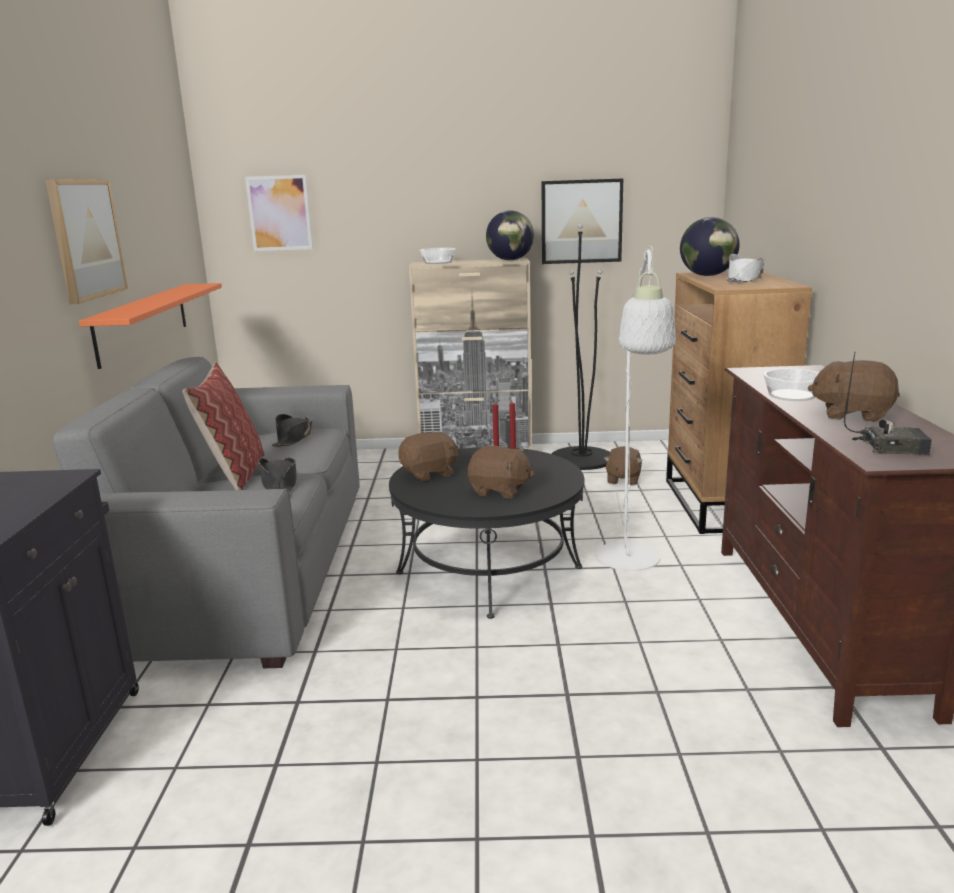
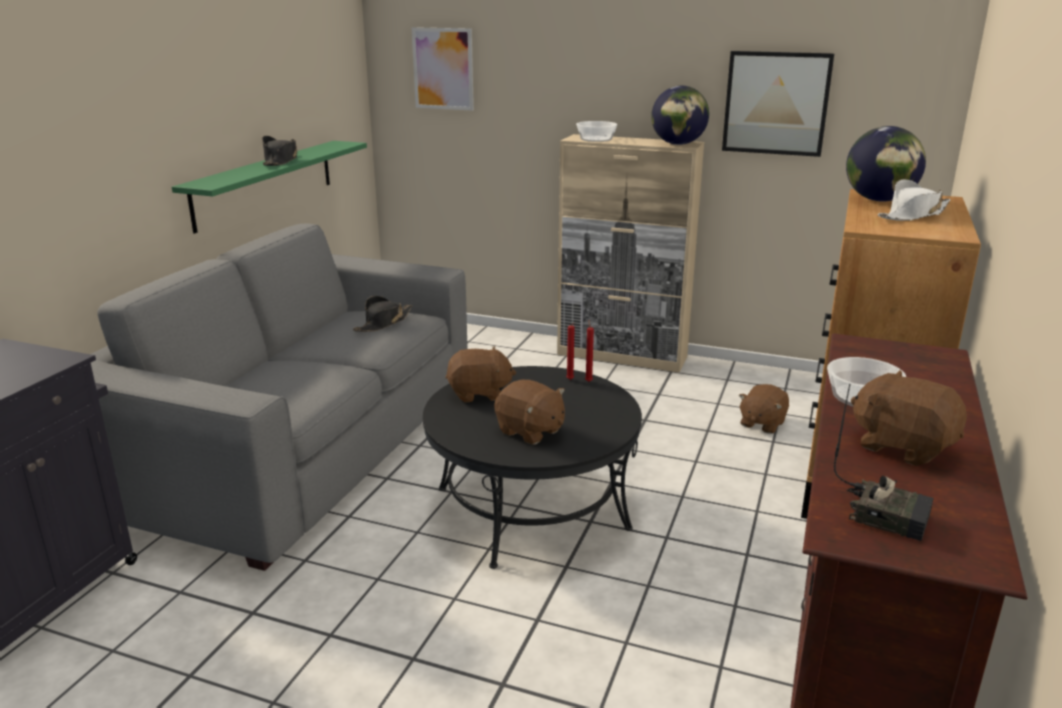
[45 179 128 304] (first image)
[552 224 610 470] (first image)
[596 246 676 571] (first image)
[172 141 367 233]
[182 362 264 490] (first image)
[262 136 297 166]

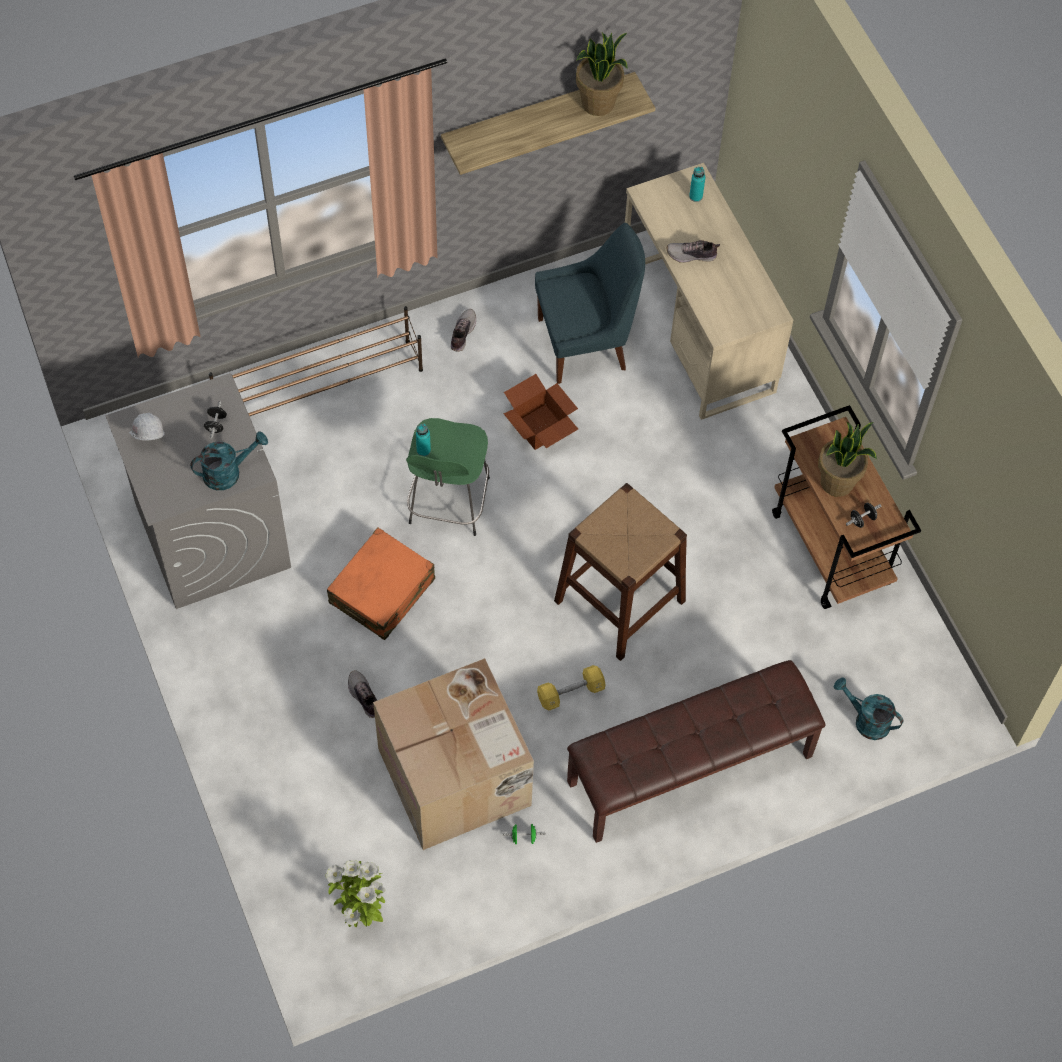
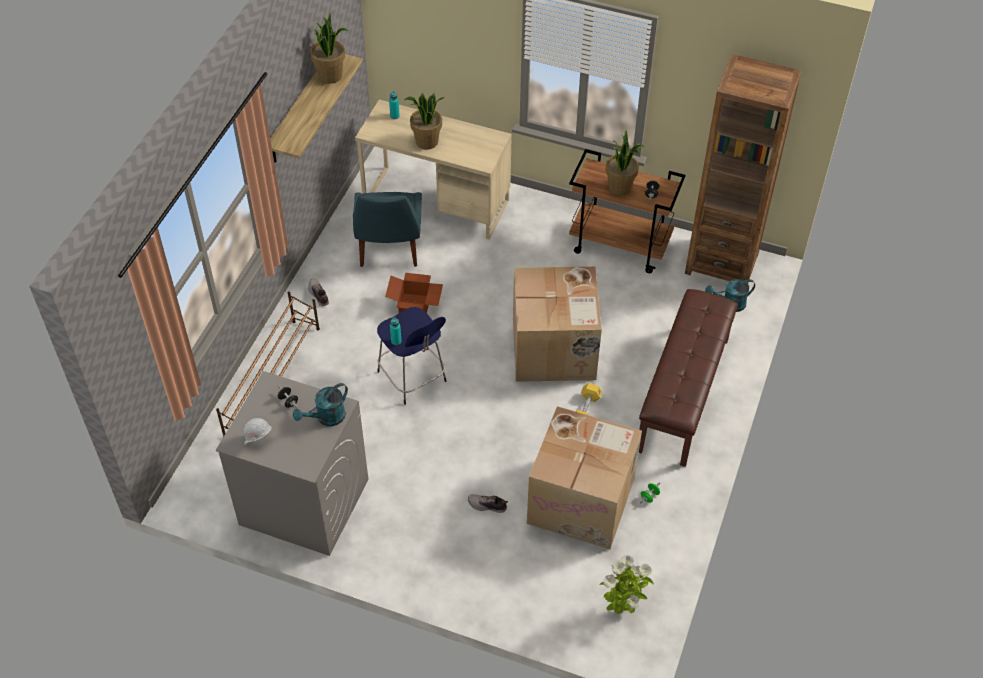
[353 192 422 267]
[404 93 445 150]
[377 307 446 405]
[293 383 348 426]
[513 266 602 382]
[327 528 435 640] (first image)
[685 54 802 283]

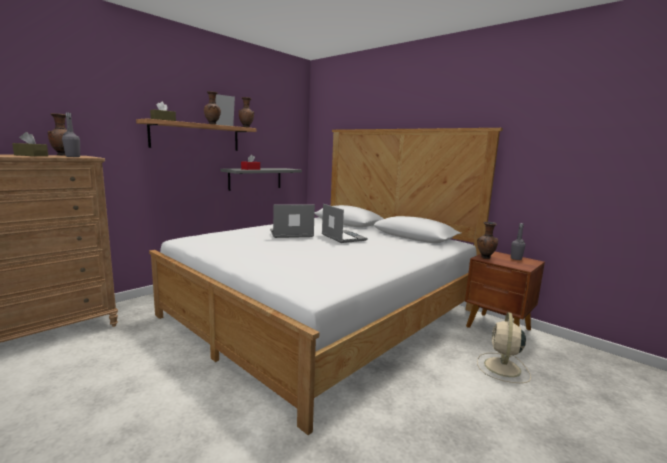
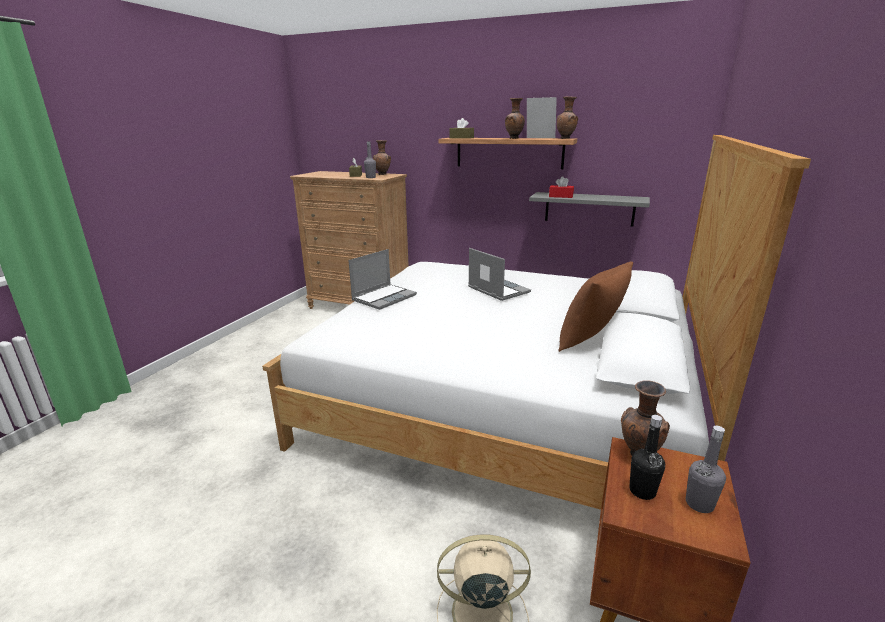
[348 249 417 310]
[558 261 633 352]
[629 415 665 500]

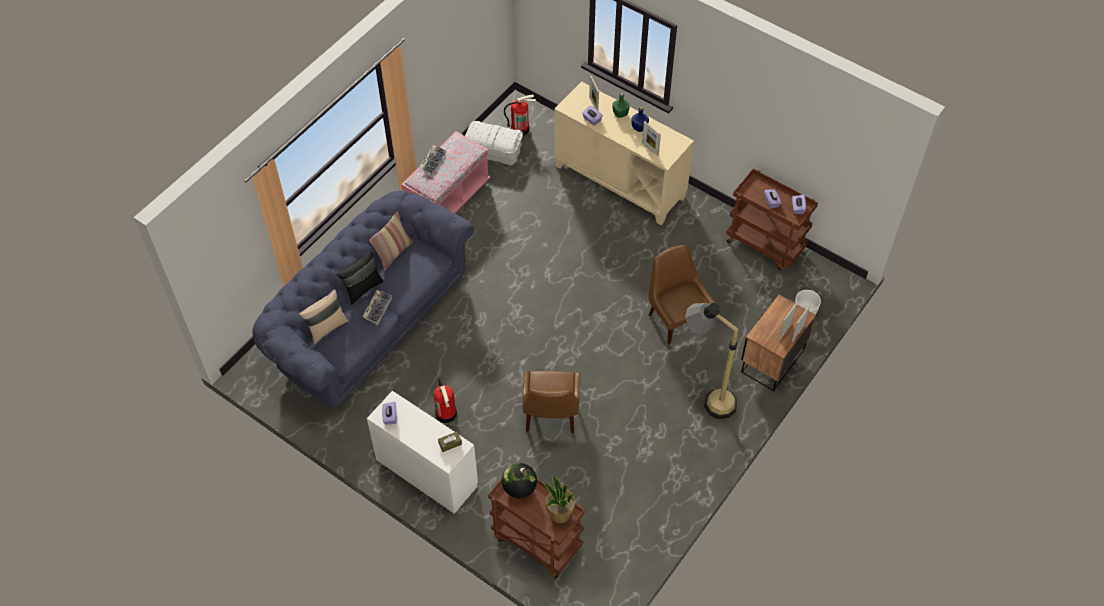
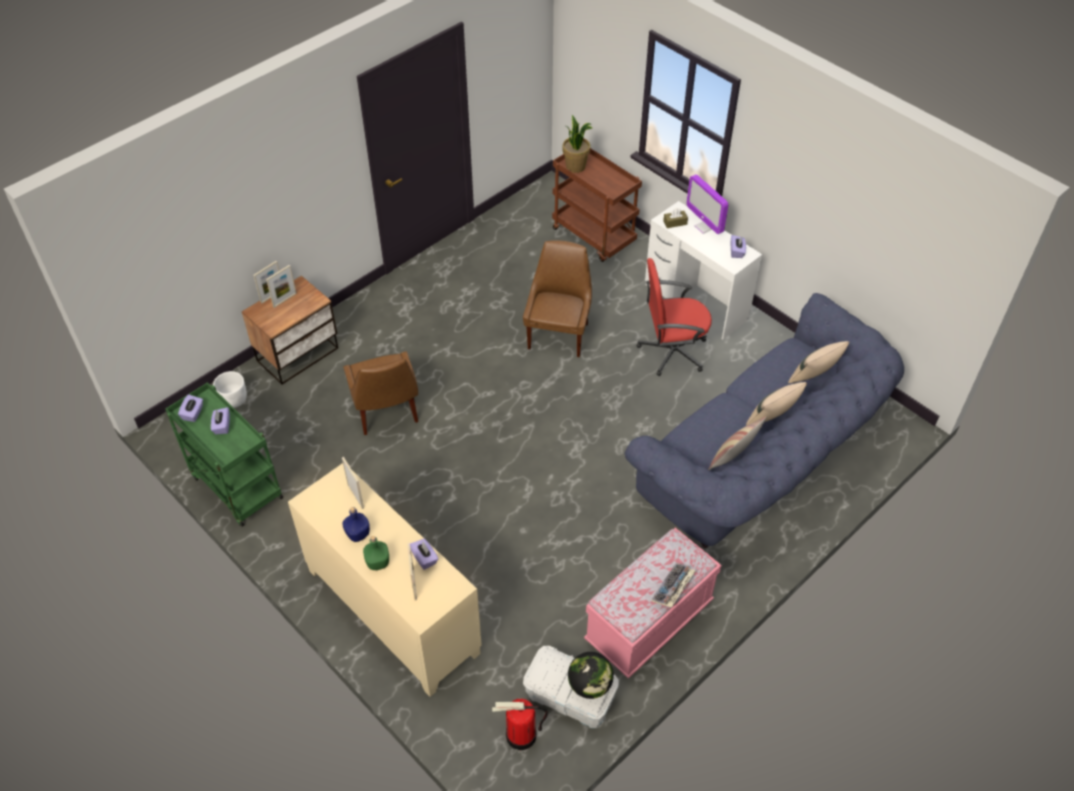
[165 382 283 527]
[746 382 807 426]
[362 290 392 325] (first image)
[685 303 738 419] (first image)
[637 258 712 376]
[568 652 614 699]
[686 174 728 234]

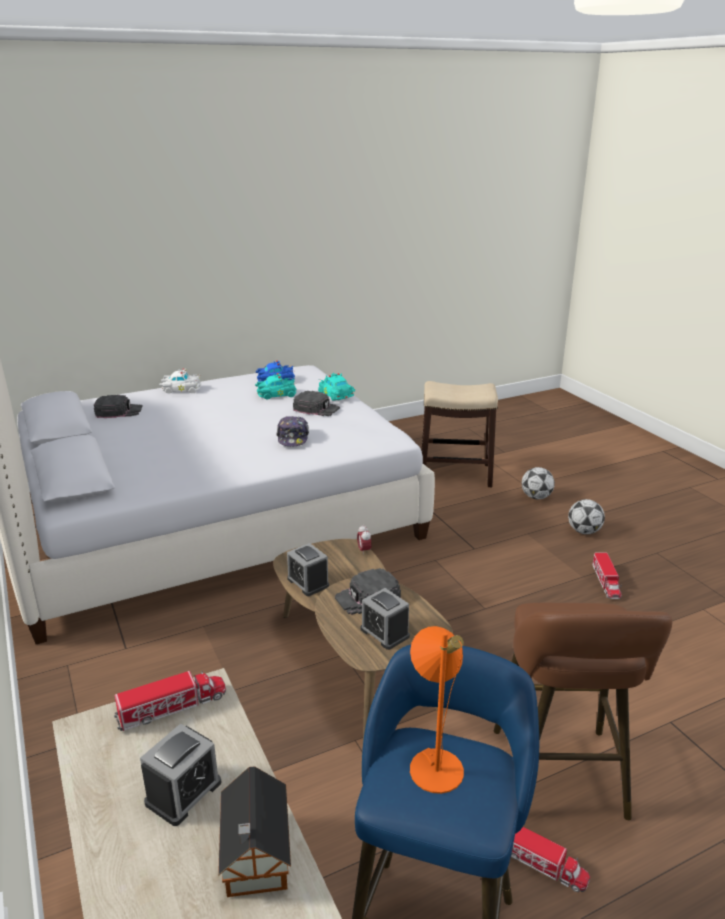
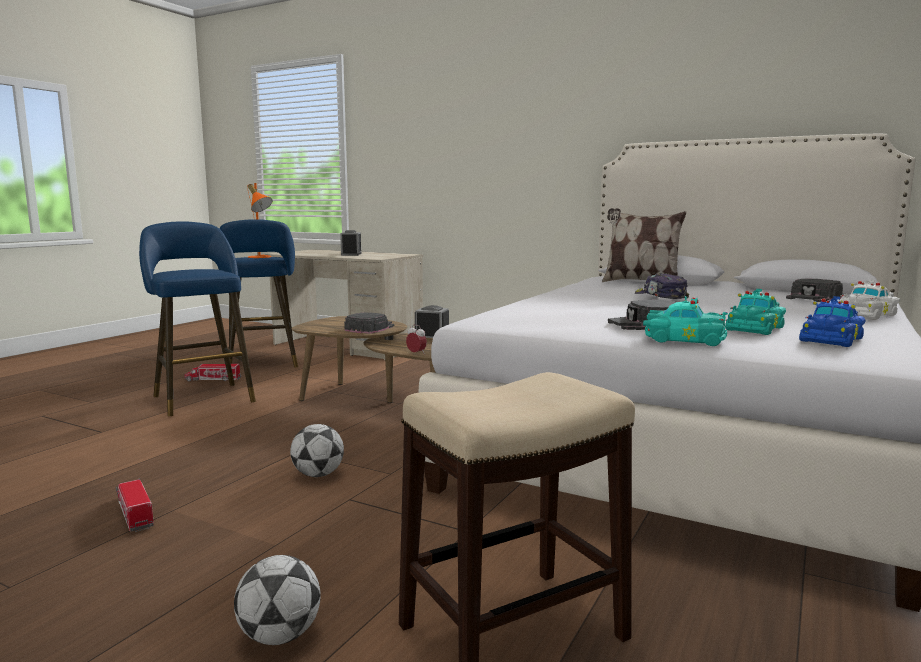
[635 273 689 299]
[290 424 344 477]
[361 588 410 650] (first image)
[139 221 256 416]
[114 671 226 731] (first image)
[218 766 291 897] (first image)
[602 208 686 282]

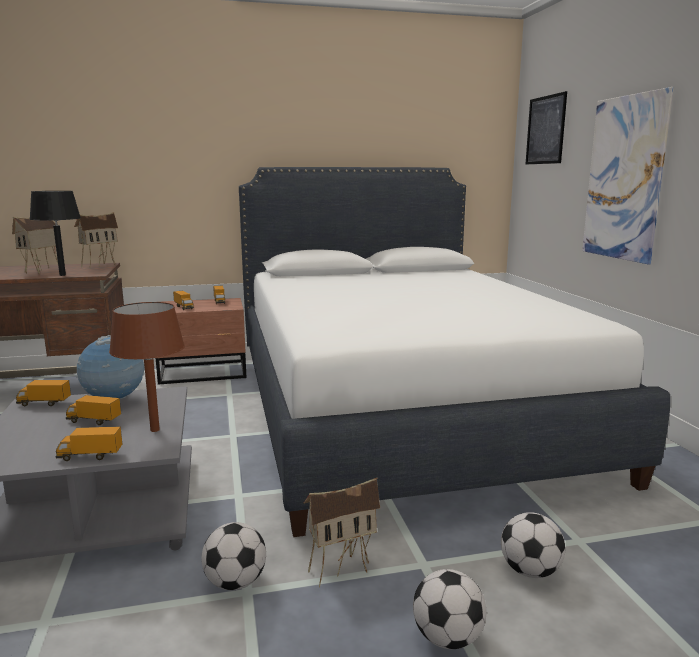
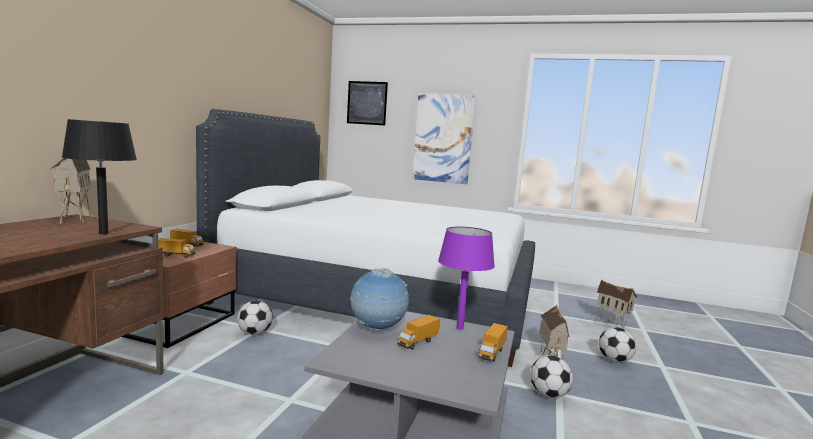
[594 279 638 329]
[438 227 495 330]
[16 380 71 406] (first image)
[237 300 273 335]

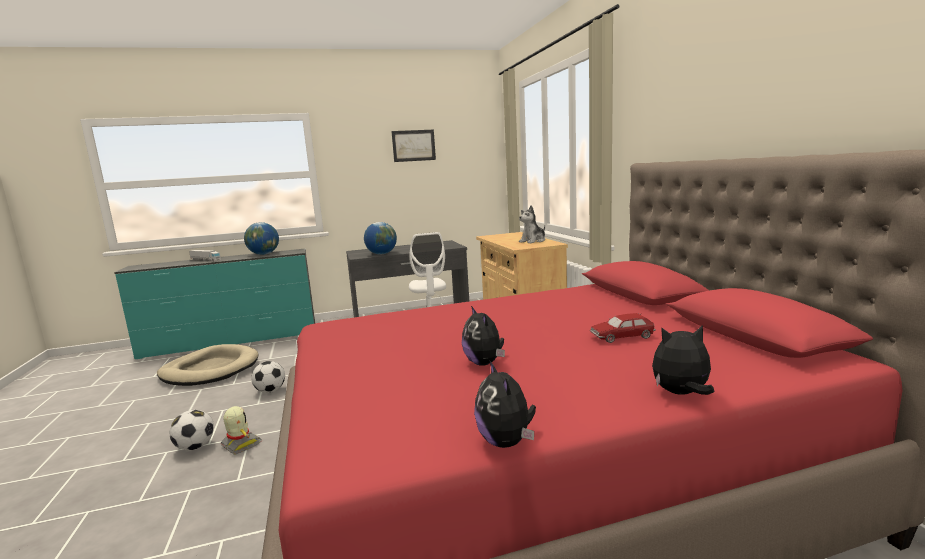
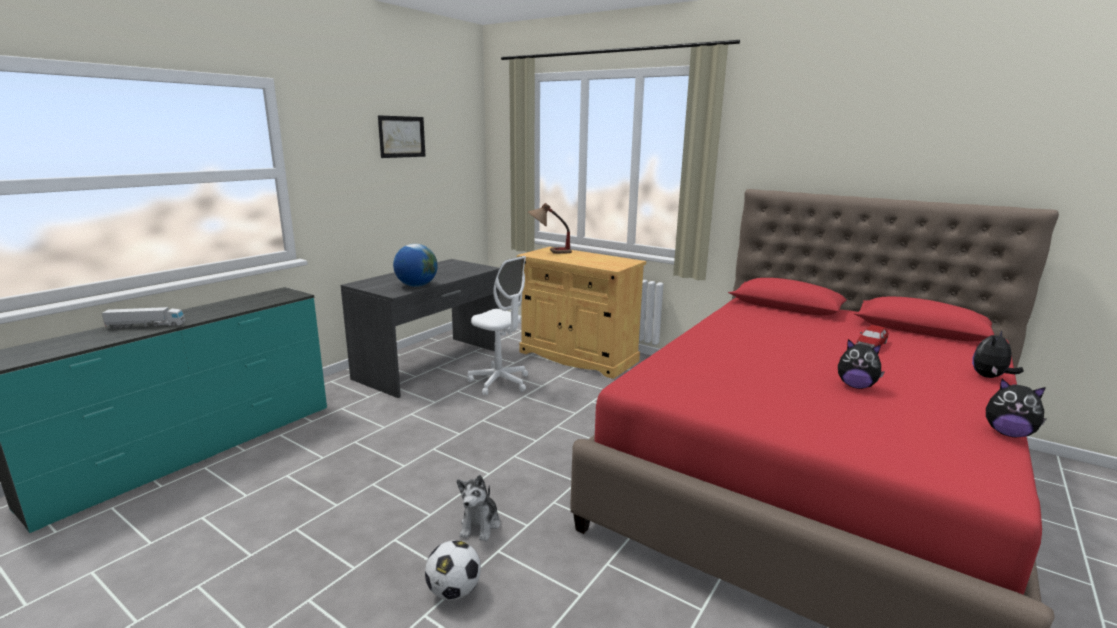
[457 475 500 541]
[244 222 279 255] (first image)
[157 344 259 386] (first image)
[251 361 285 393] (first image)
[221 406 262 455] (first image)
[528 203 572 254]

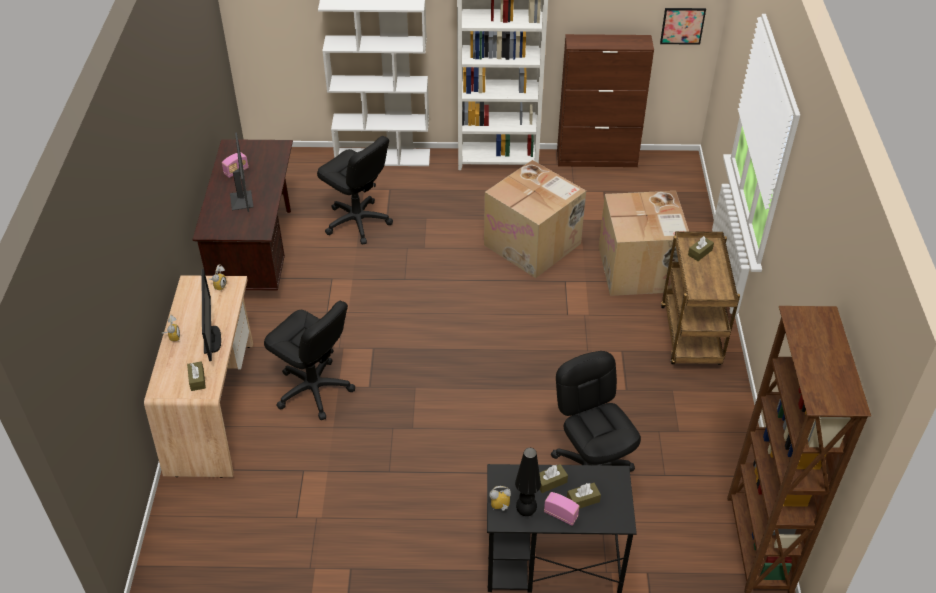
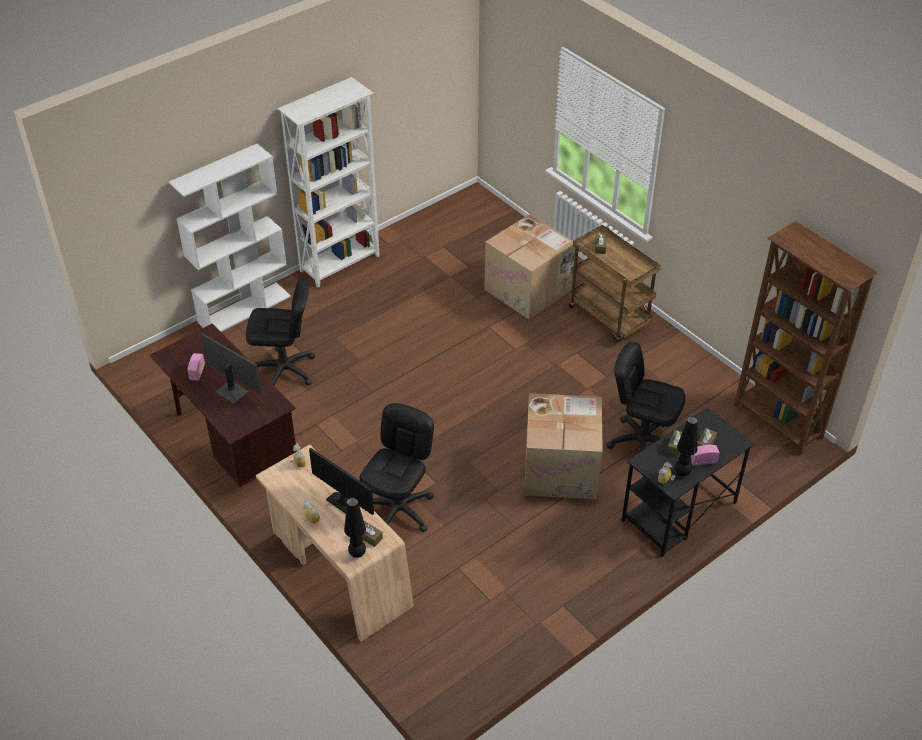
[660 8 706 45] (first image)
[557 34 654 167] (first image)
[524 393 603 499]
[360 403 434 532]
[344 498 366 558]

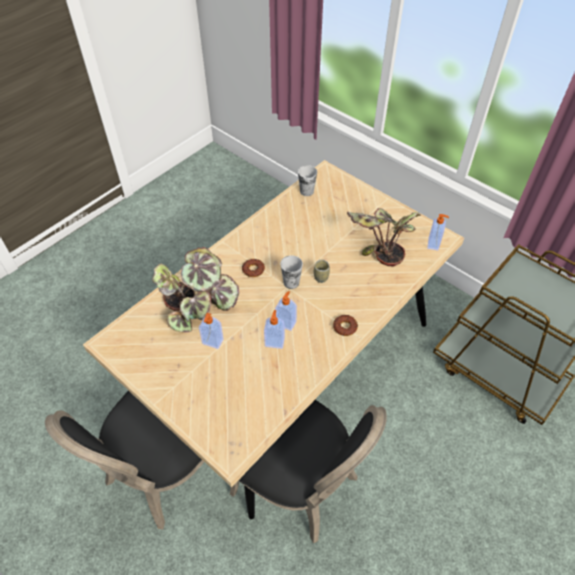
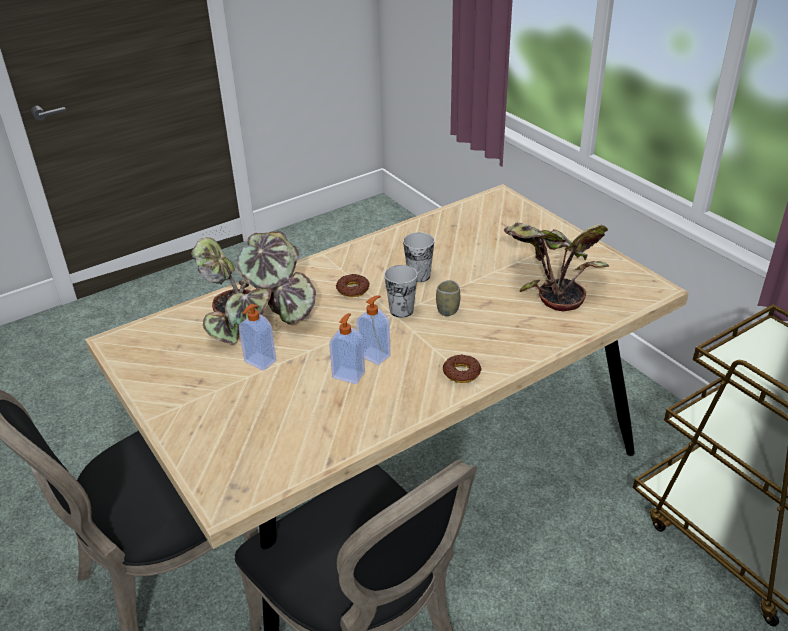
[403 232 435 282]
[427 214 449 250] (first image)

